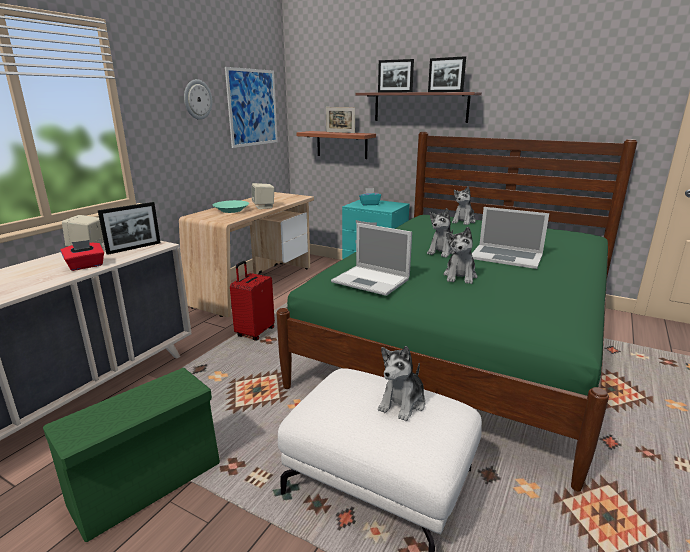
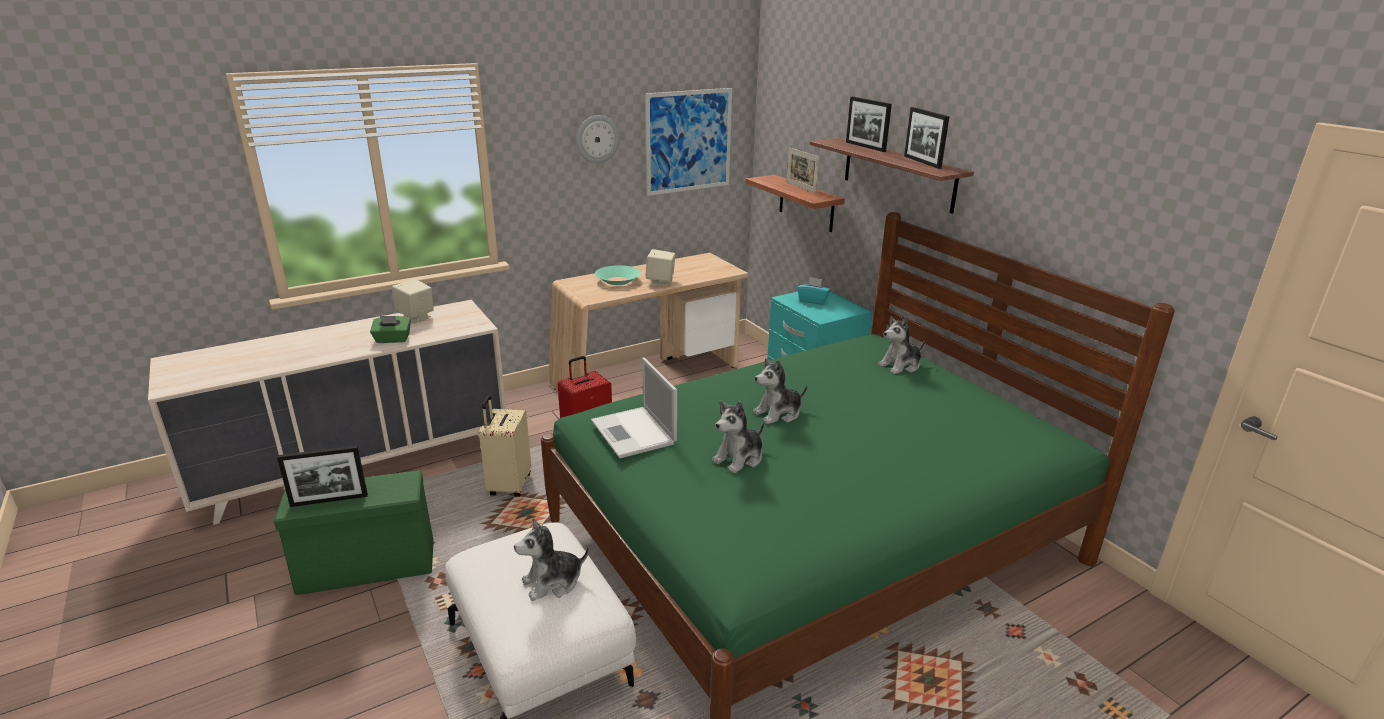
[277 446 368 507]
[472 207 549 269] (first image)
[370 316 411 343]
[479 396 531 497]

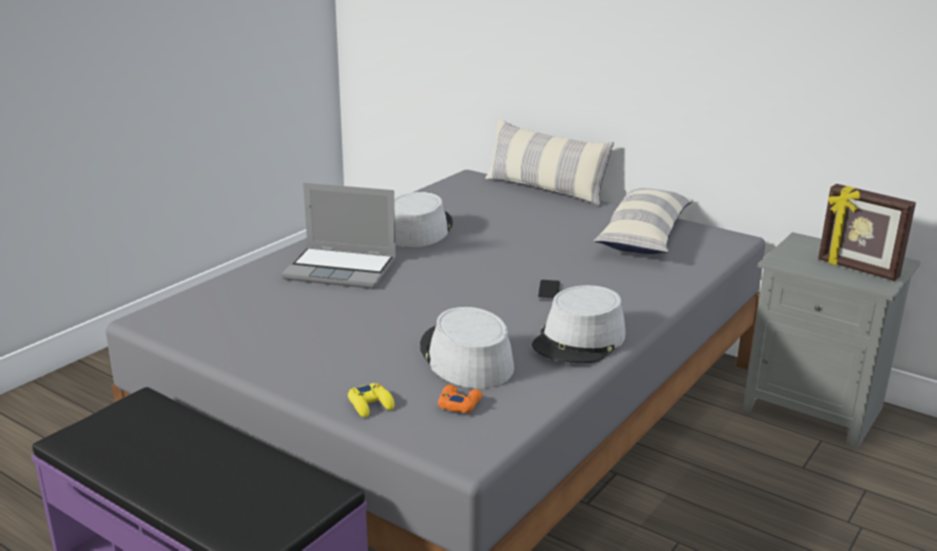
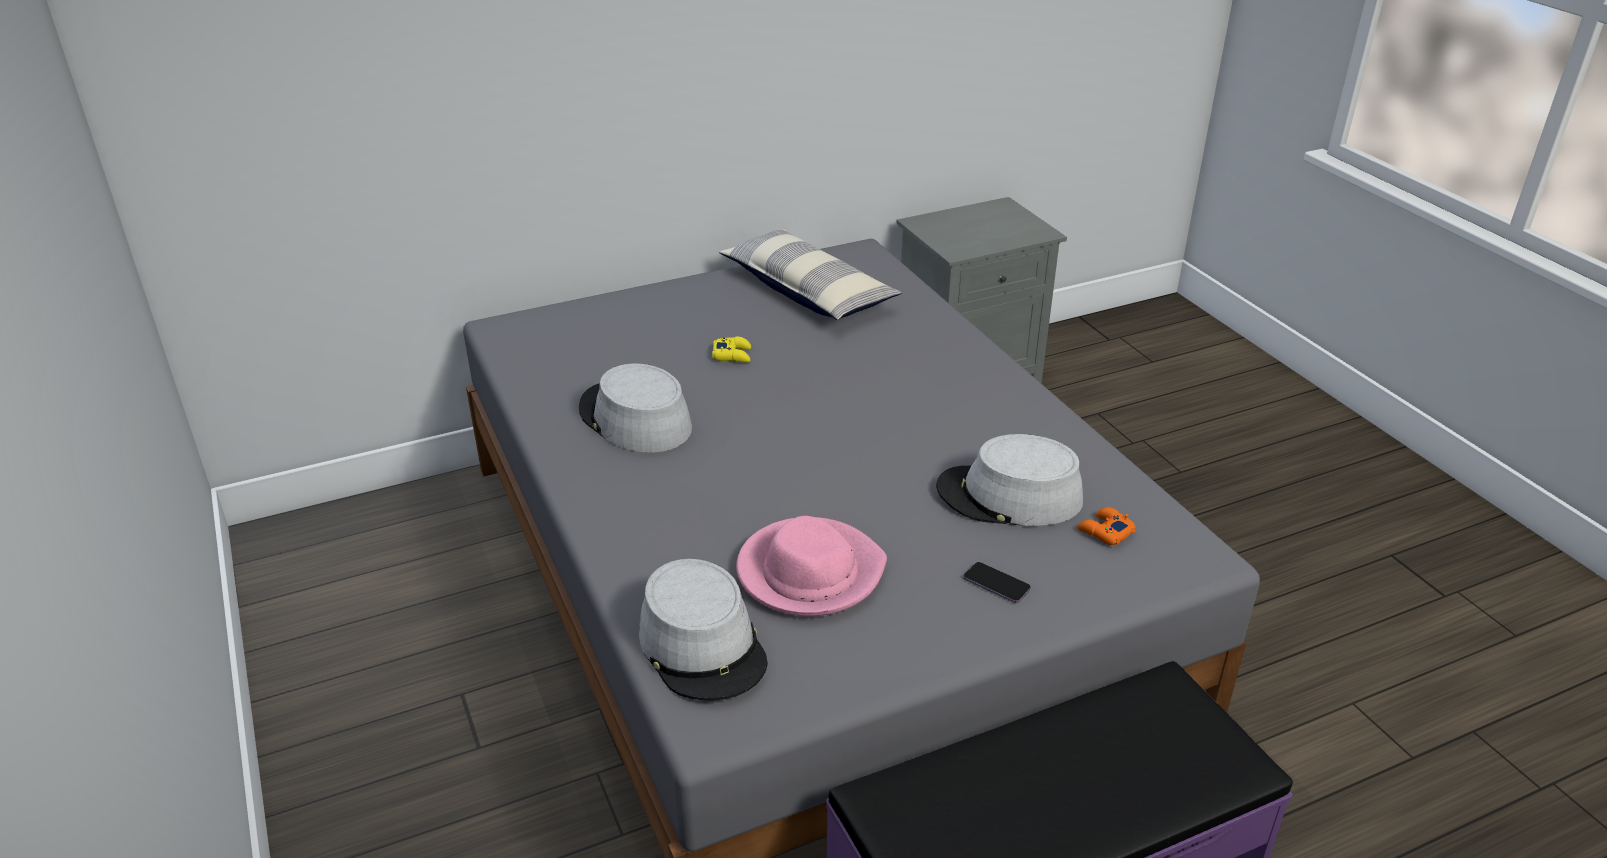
[485 118 614 206] (first image)
[282 183 396 289] (first image)
[818 184 916 281] (first image)
[964 562 1031 603]
[639 559 768 701]
[712 336 751 363]
[736 516 887 617]

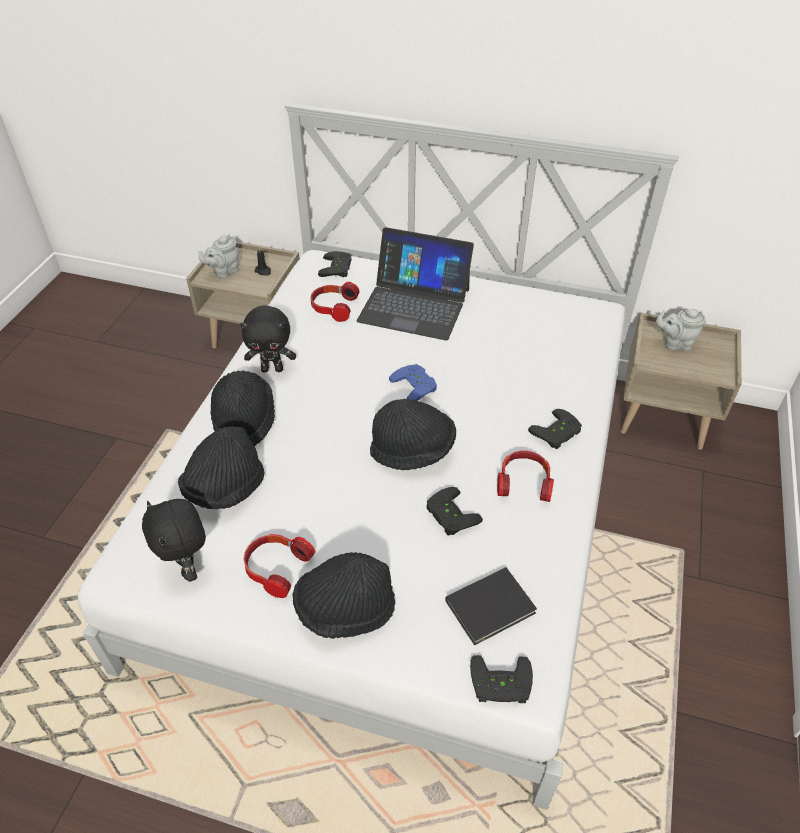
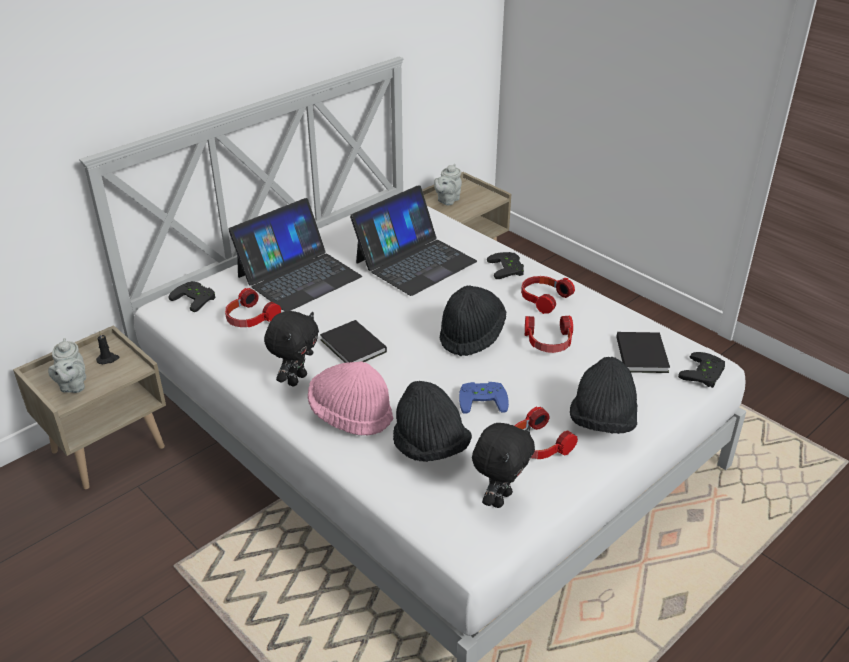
[459 382 509 414]
[308 362 393 436]
[525 316 573 353]
[472 423 535 508]
[350 185 477 296]
[320 320 387 363]

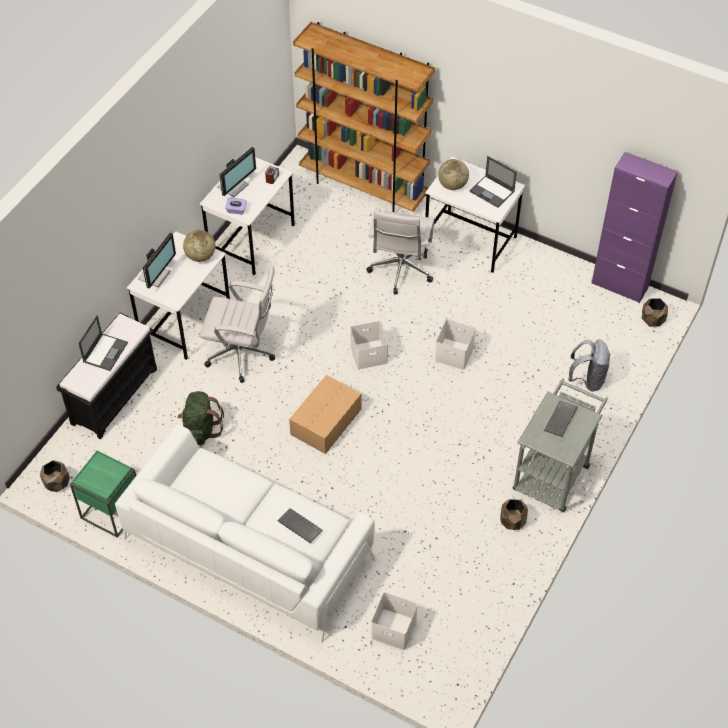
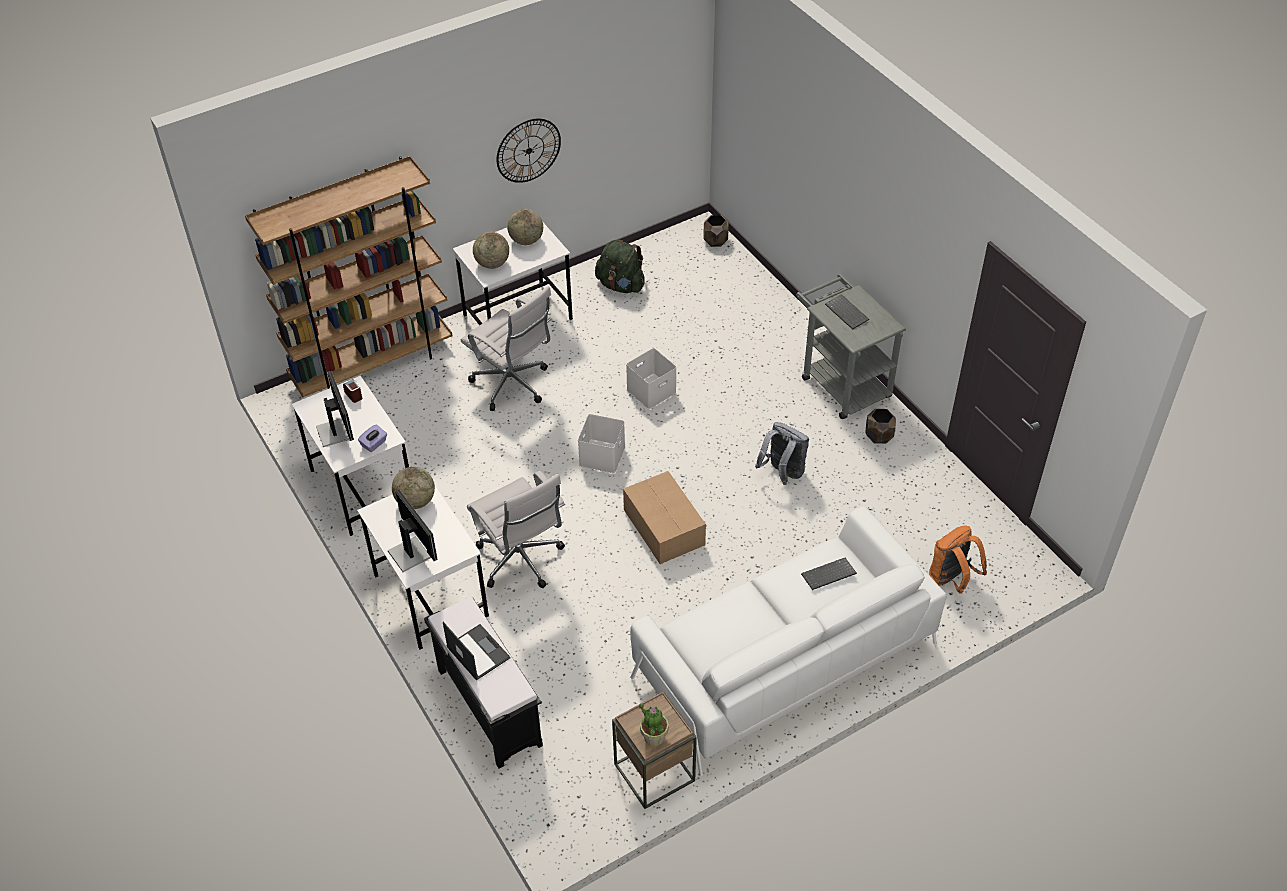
[591 152 678 303] (first image)
[507 209 543 245]
[467 470 565 588]
[755 422 809 485]
[595 240 645 293]
[612 692 697 809]
[40 460 70 492] (first image)
[929 525 987 594]
[497 118 561 183]
[639 703 669 746]

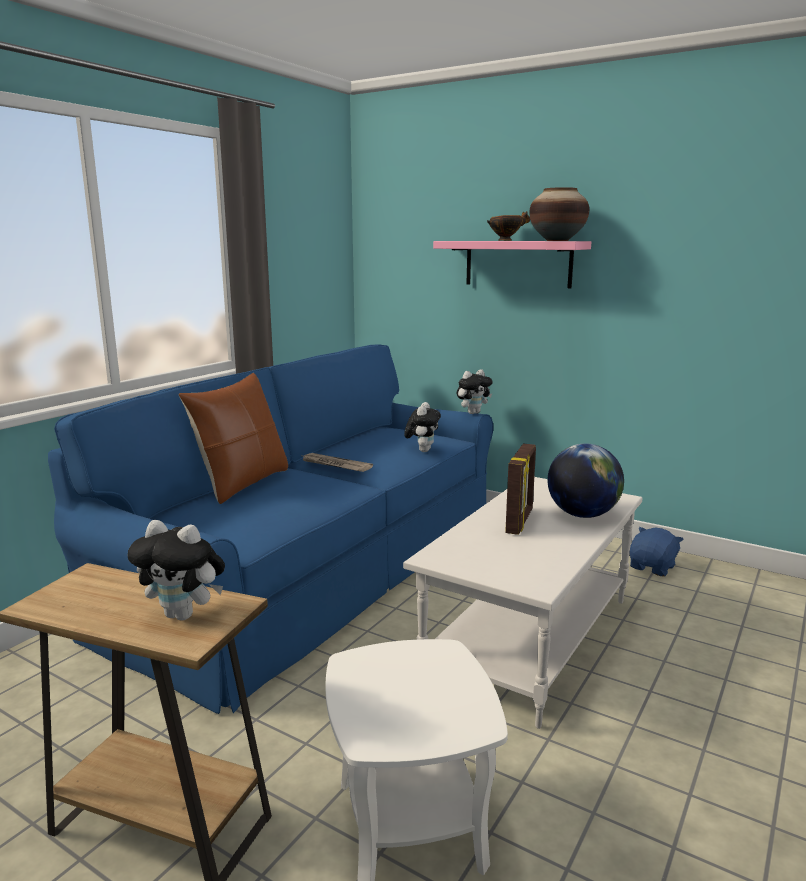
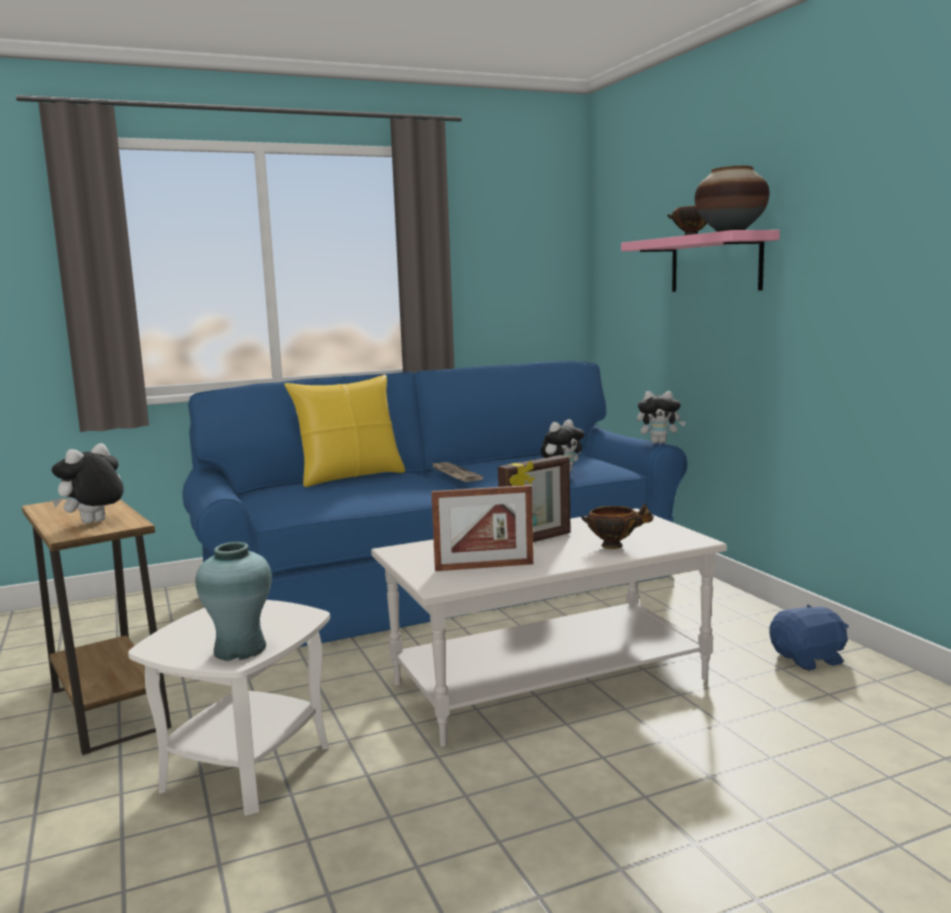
[284 375 405 487]
[581 504 654 549]
[52 443 124 524]
[431 485 533 571]
[196 542 272 661]

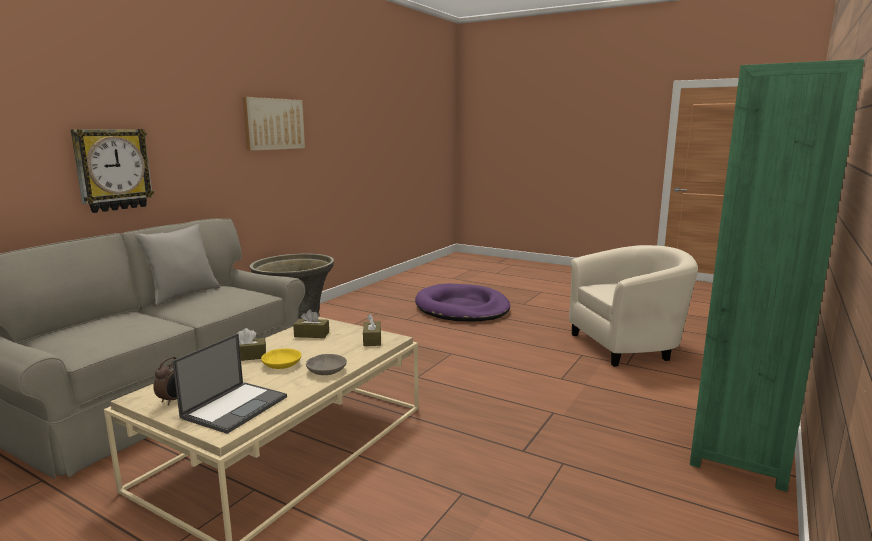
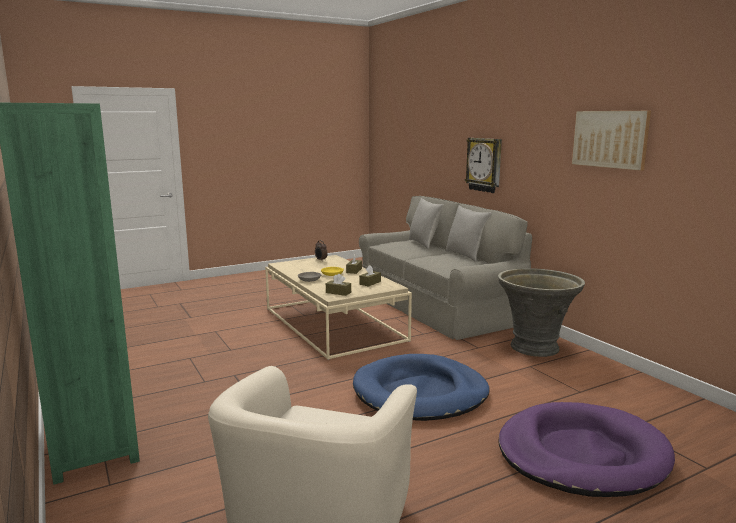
[173 333 287 434] (first image)
[409 198 444 249]
[353 354 490 421]

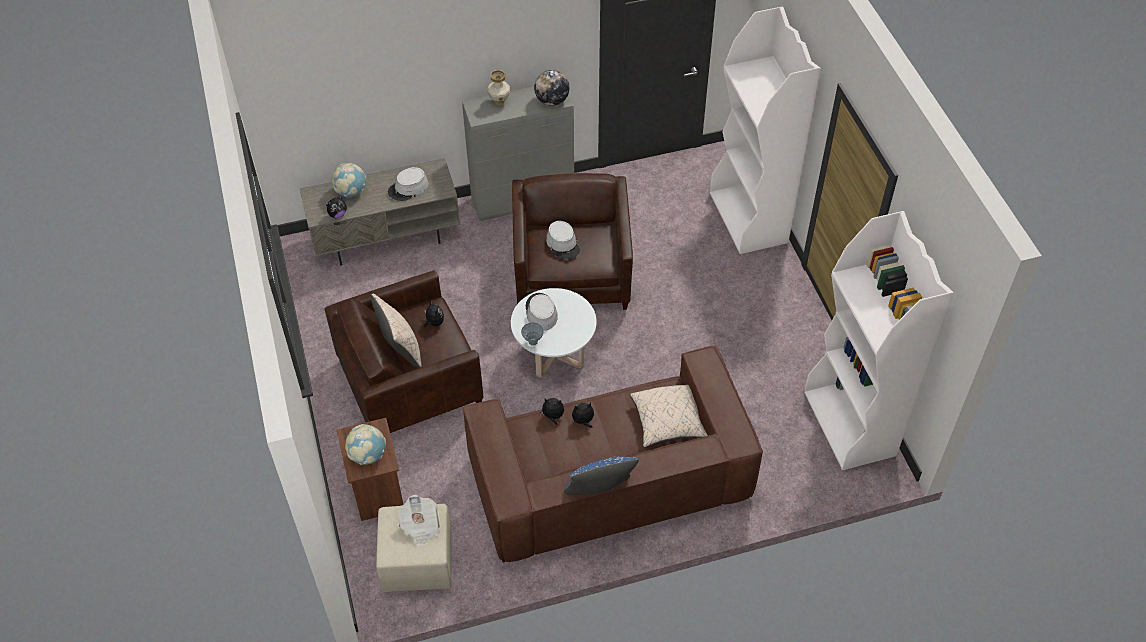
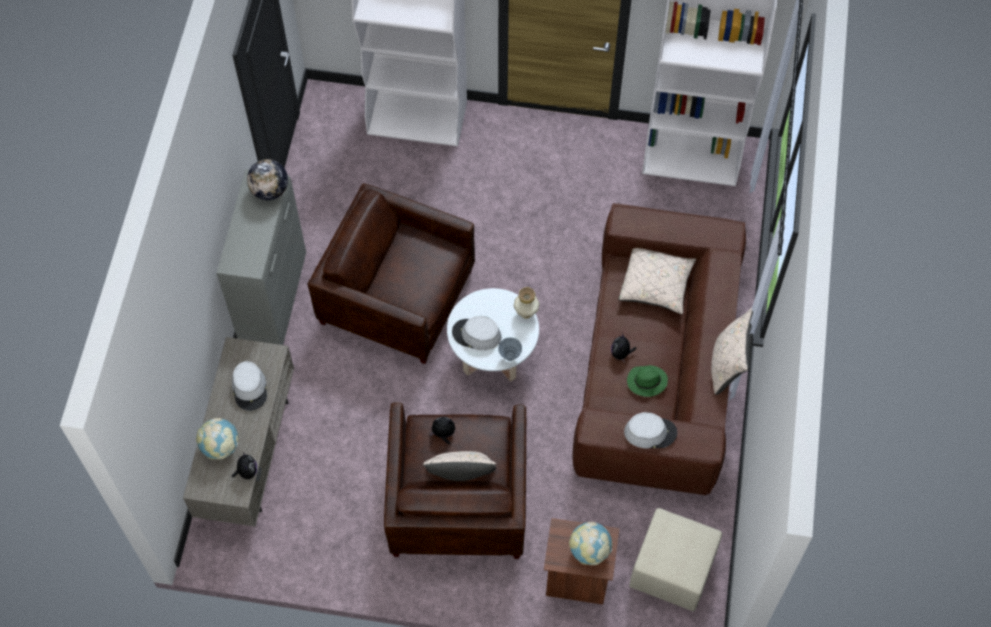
[513 287 540 319]
[624 412 677 449]
[540 398 564 425] (first image)
[711 308 753 395]
[399 495 440 547] (first image)
[627 365 668 397]

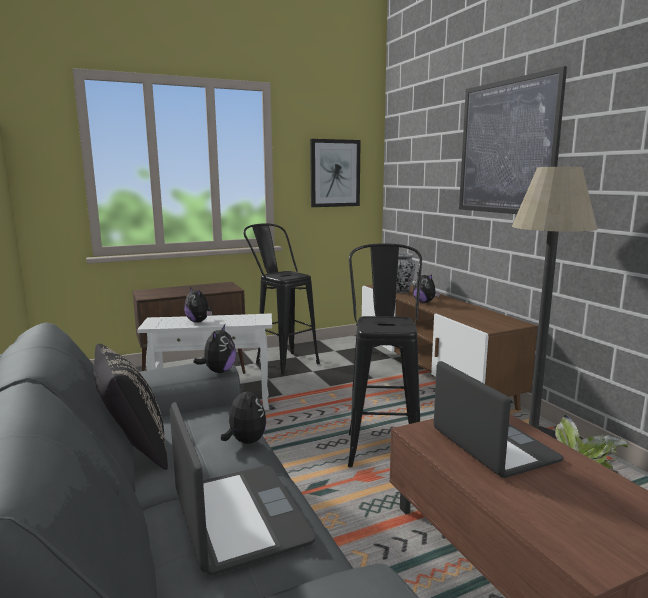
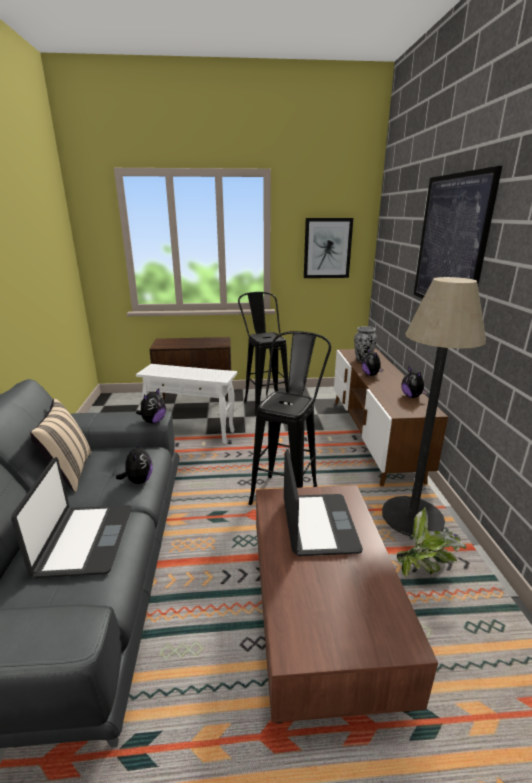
[401 367 428 398]
[30 399 92 492]

